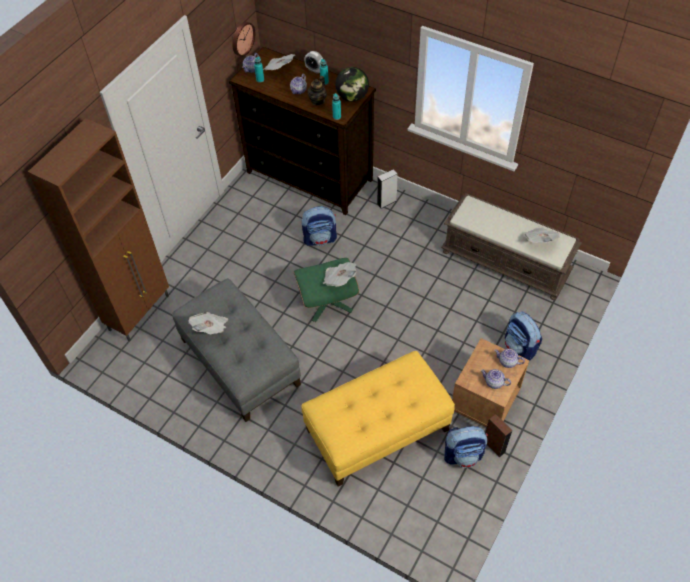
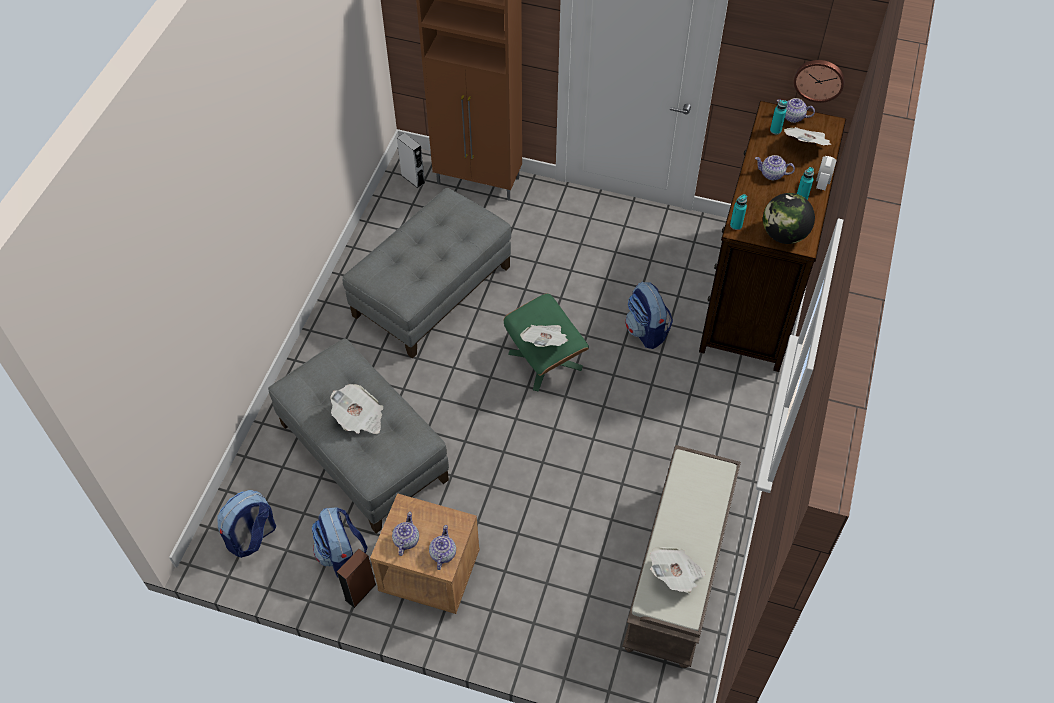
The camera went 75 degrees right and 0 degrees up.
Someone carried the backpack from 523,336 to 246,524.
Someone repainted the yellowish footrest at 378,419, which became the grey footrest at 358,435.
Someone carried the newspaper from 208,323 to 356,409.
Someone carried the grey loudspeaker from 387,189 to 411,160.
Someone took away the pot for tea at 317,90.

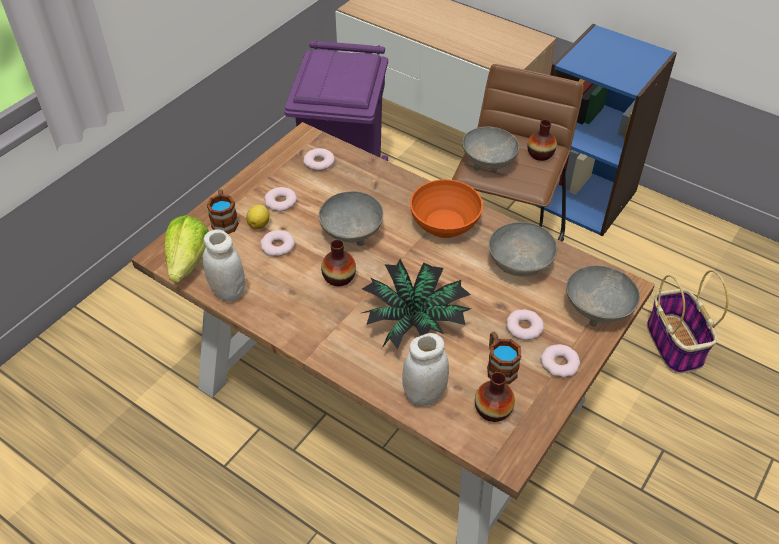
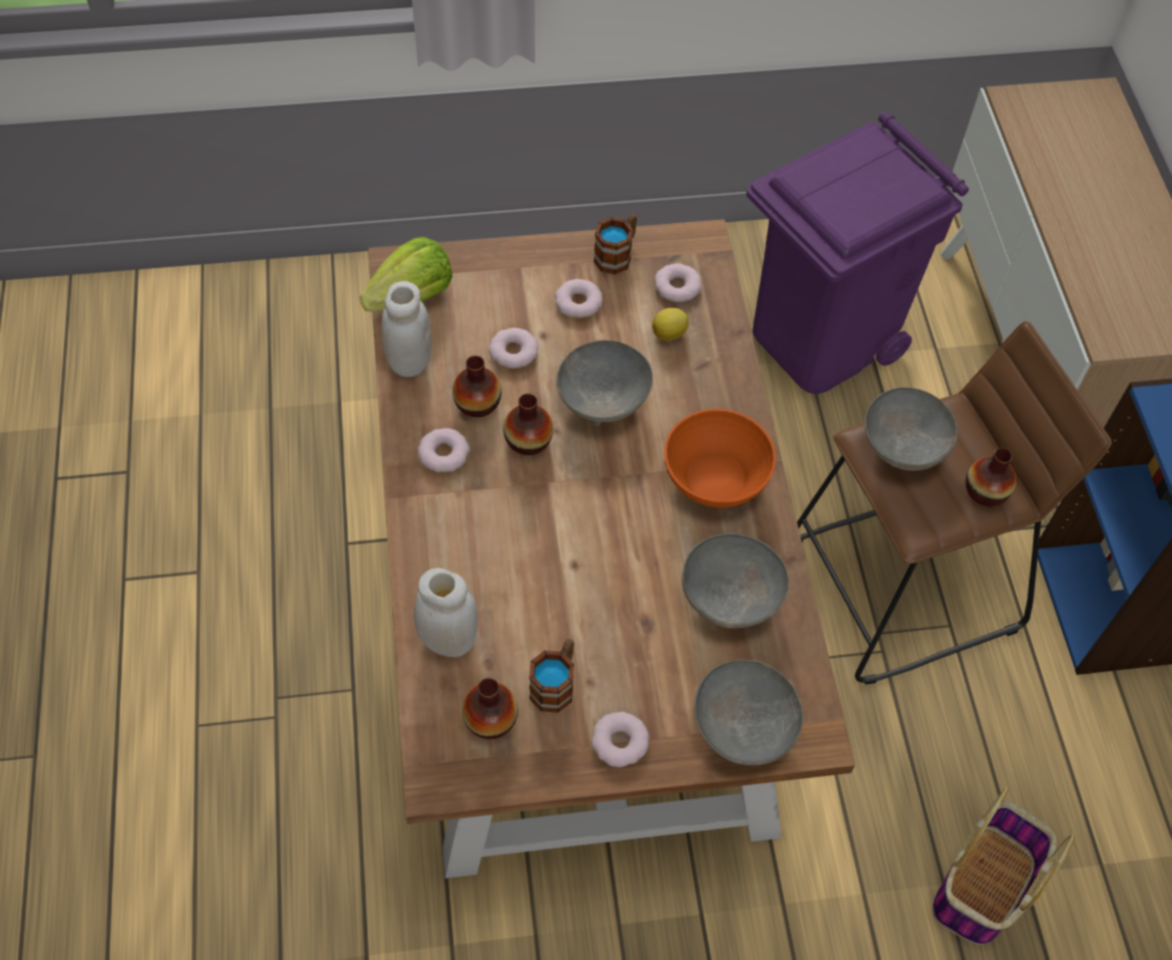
The camera went 45 degrees right and 10 degrees up.
Someone carried the donut from 525,324 to 444,450.
Someone put down the flower vase at 477,386.
Someone carried the tea mug from 223,211 to 615,244.
Someone carried the whole lemon from 257,217 to 670,324.
Someone took away the houseplant at 416,304.

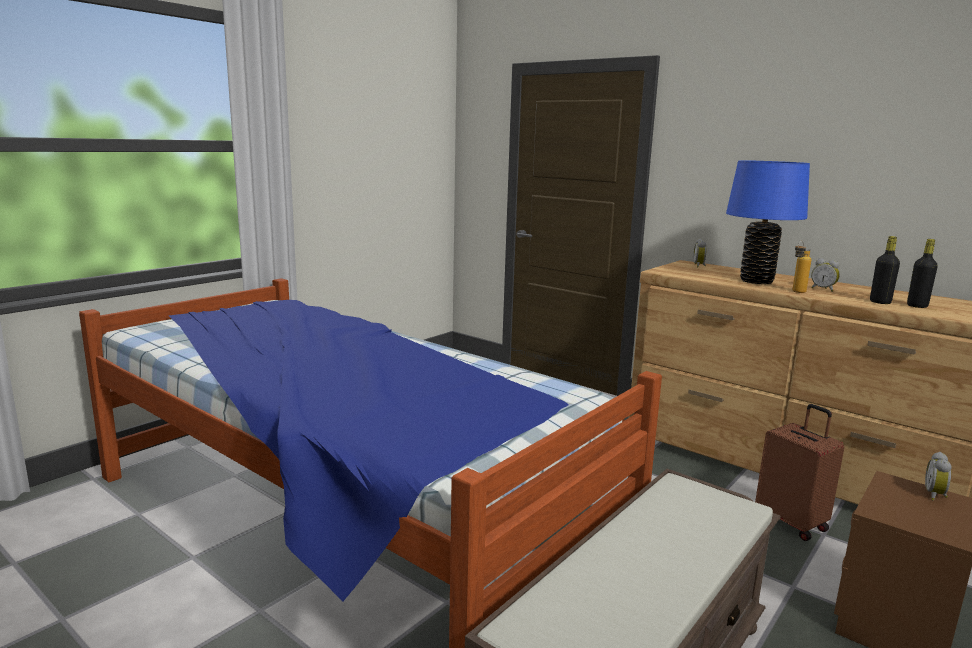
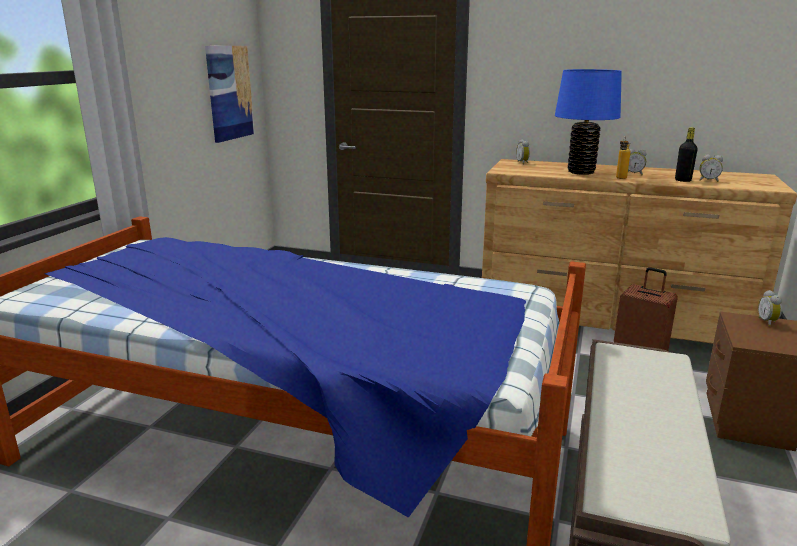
The camera went 20 degrees left and 5 degrees up.
Someone put up the wall picture at 229,94.
Someone swapped the black-coloured bottle at 922,273 for the table clock at 711,168.

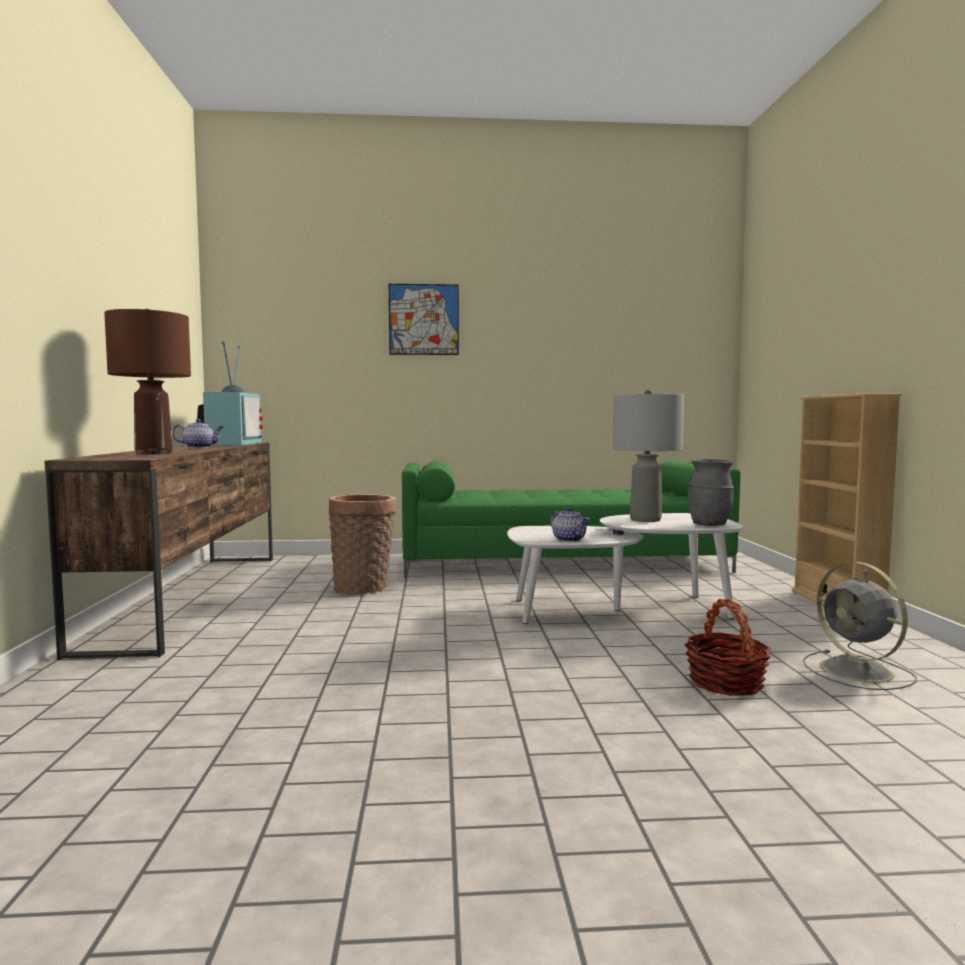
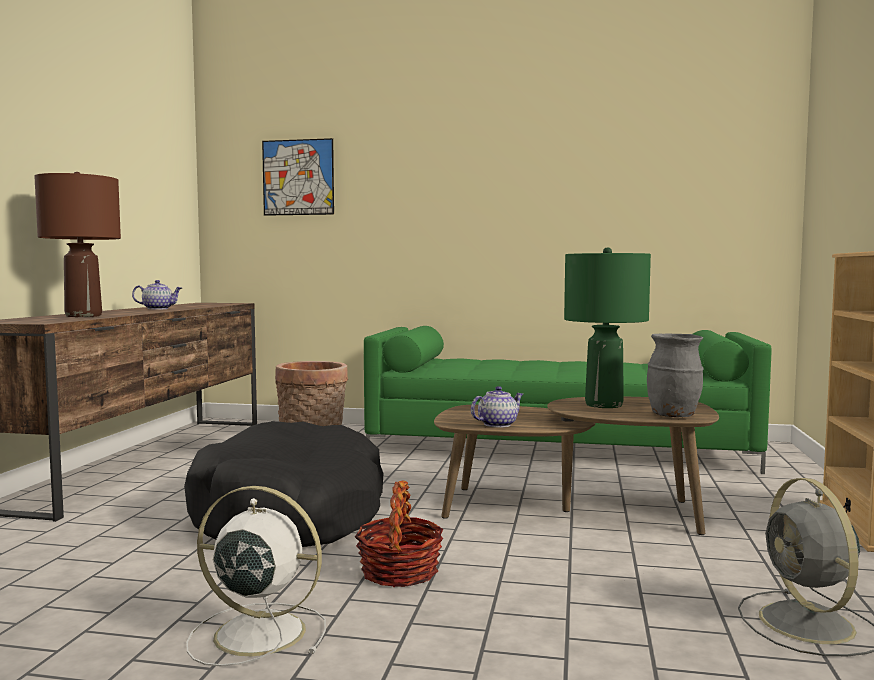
The camera went 15 degrees right and 0 degrees up.
Someone put down the black-coloured dog cushion at 284,484.
Someone put down the white-coloured fan at 256,576.
Someone carried the wall picture from 424,319 to 298,177.
Someone carried the storage basket from 728,647 to 399,533.
Someone repainted the white-coloured lounge table at 625,568, which became the brown-coloured lounge table at 576,466.
Someone rotated the pot for tea at 570,524 by 105 degrees counterclockwise.
Someone repainted the grey table lamp at 648,456, which became the green table lamp at 607,327.
Someone took away the TV set at 230,393.

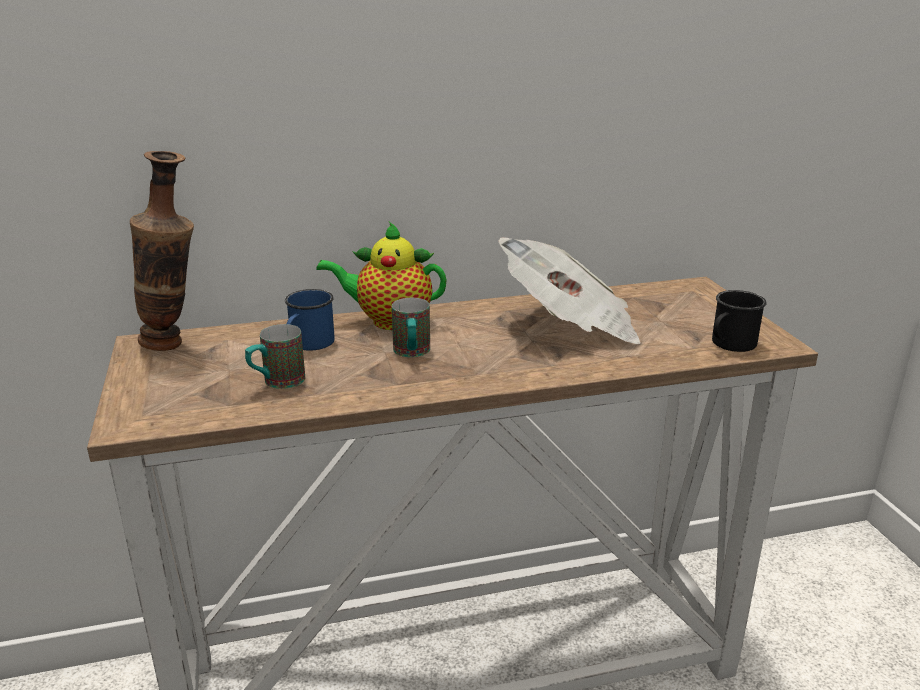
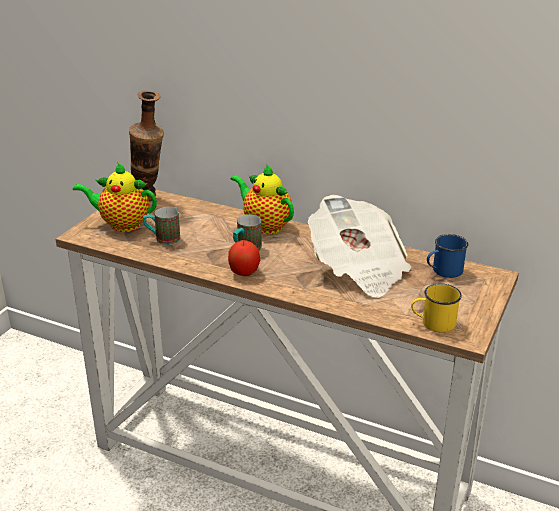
The camera went 40 degrees right and 5 degrees up.
Someone put down the pot for tea at 115,197.
Someone put down the apple fruit at 244,258.
Someone repainted the black-coloured tea mug at 739,321, which became the yellowish tea mug at 436,307.
Someone carried the blue-coloured tea mug from 310,320 to 447,256.

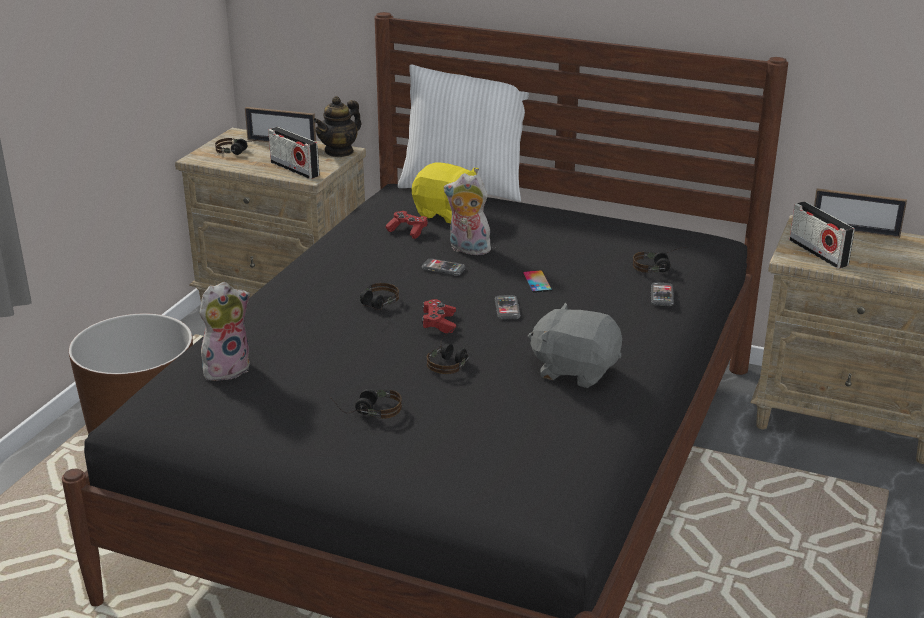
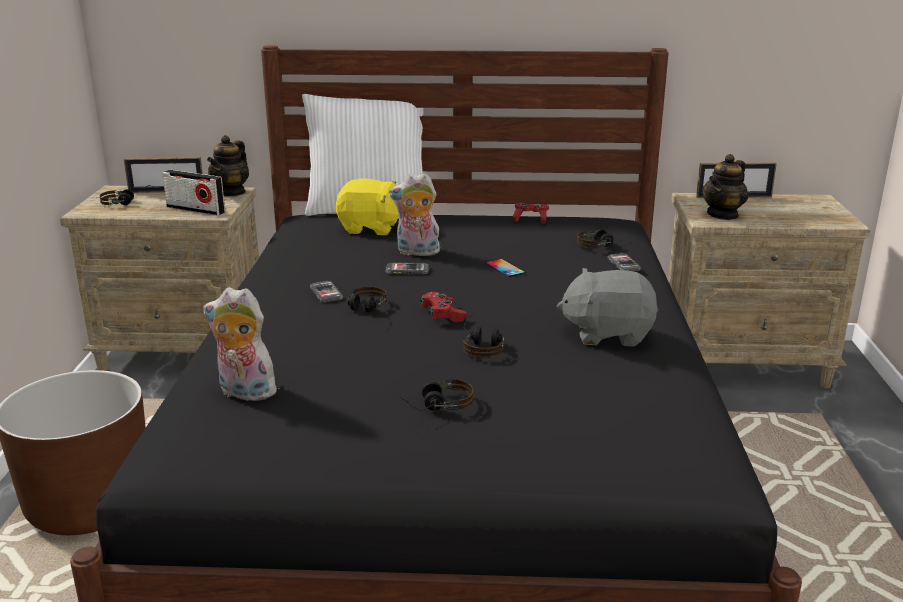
The camera went 20 degrees left and 5 degrees down.
Someone rotated the cuddly toy at 225,332 by 105 degrees counterclockwise.
Someone carried the handset from 508,307 to 326,292.
Someone carried the red-coloured joypad from 406,225 to 530,212.
Someone swapped the radio receiver at 822,235 for the pot for tea at 725,187.

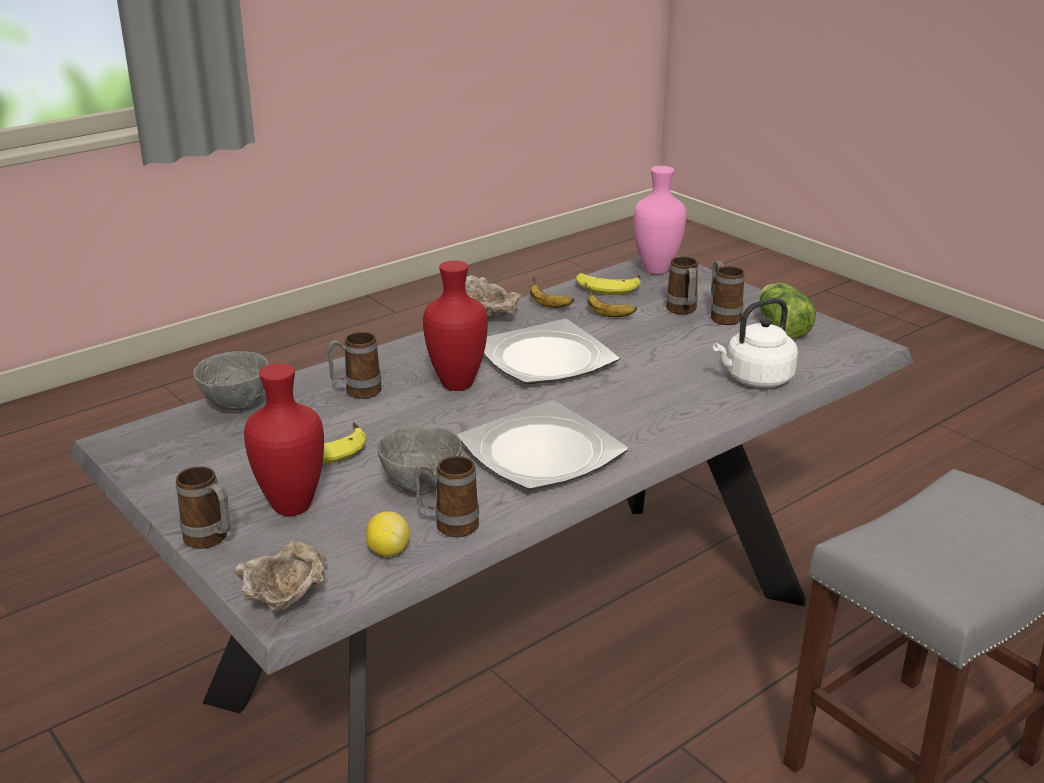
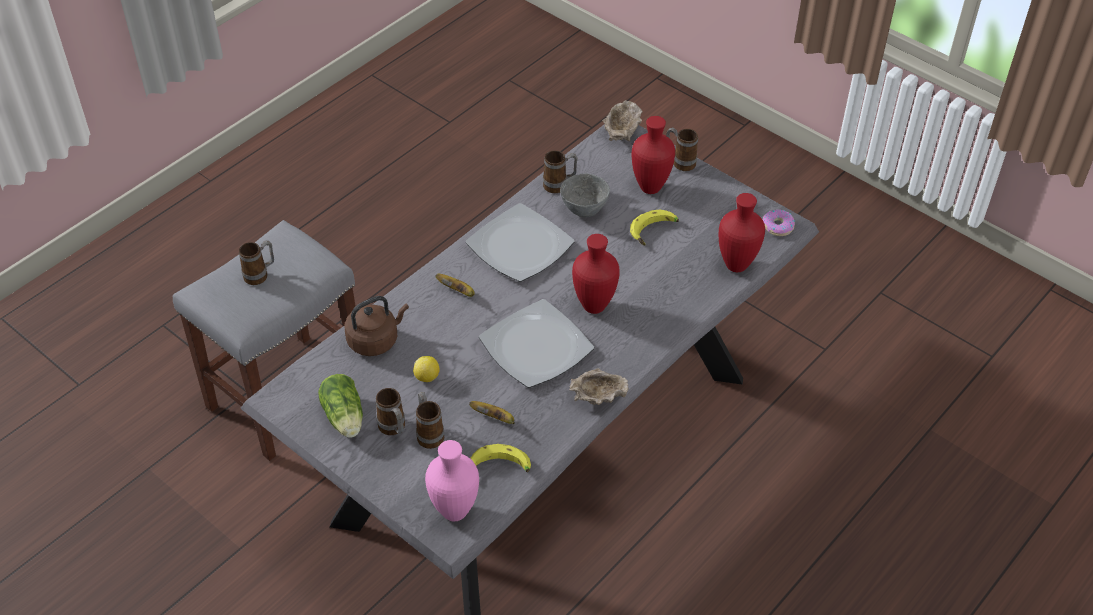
The camera went 170 degrees right and 20 degrees up.
Someone carried the tea mug from 354,365 to 256,262.
Someone repainted the white-coloured water kettle at 755,342, which became the brown-coloured water kettle at 377,326.
Someone carried the whole lemon from 388,534 to 426,369.
Someone carried the banana fruit from 552,292 to 455,285.
Someone swapped the grey serving bowl at 231,381 for the red-coloured flower vase at 742,232.
Someone put down the donut at 779,223.

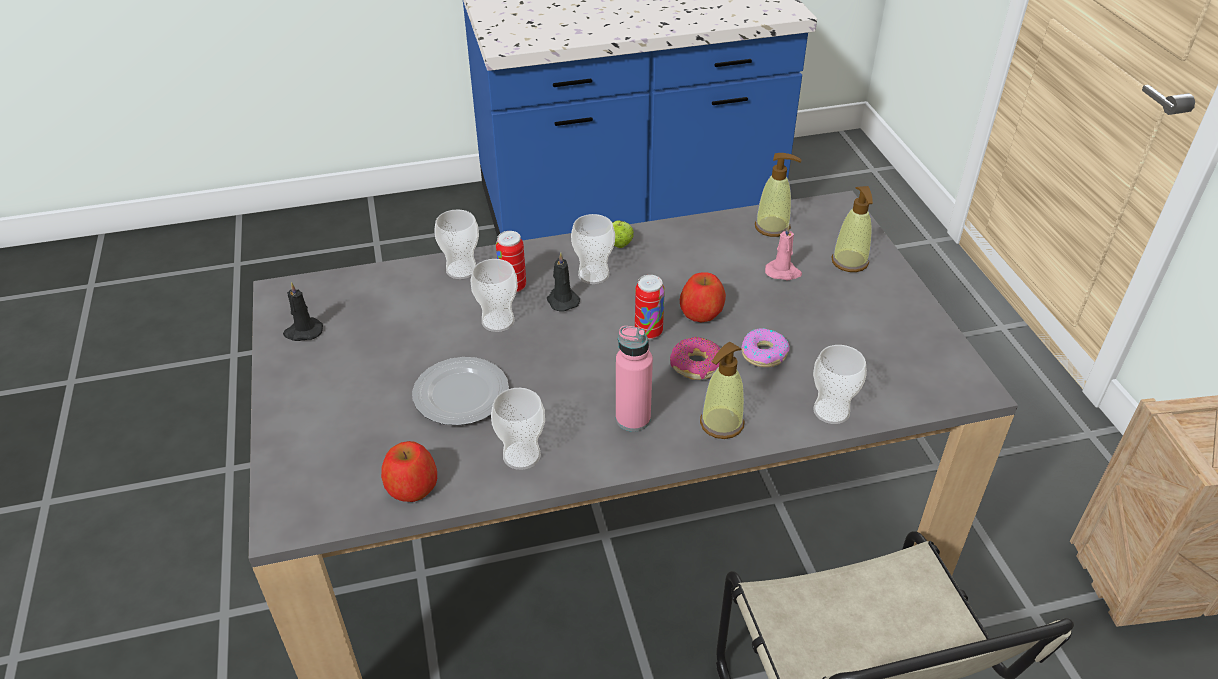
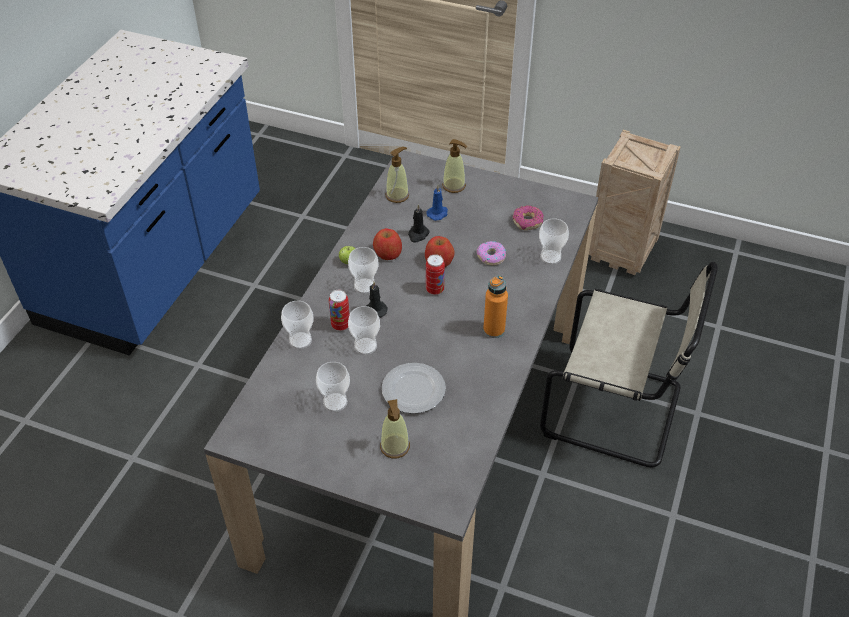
The camera went 55 degrees left and 5 degrees up.
Someone carried the cup from 518,429 to 333,387.
Someone carried the apple fruit from 409,471 to 387,244.
Someone carried the soap dispenser from 722,390 to 395,428.
Someone carried the black-coloured wax light from 303,311 to 419,223.
Someone repainted the pink-coloured wax light at 783,252, which became the blue-coloured wax light at 437,203.
Someone repainted the pink-coloured bottle at 634,379, which became the orangey bottle at 495,307.
Someone carried the donut from 695,358 to 528,217.

